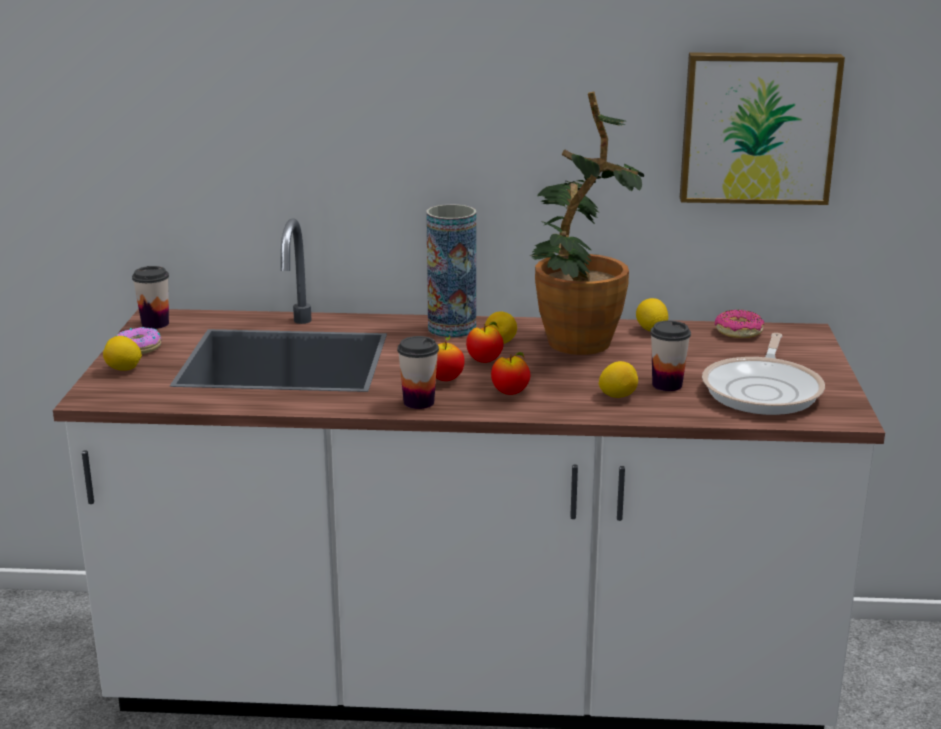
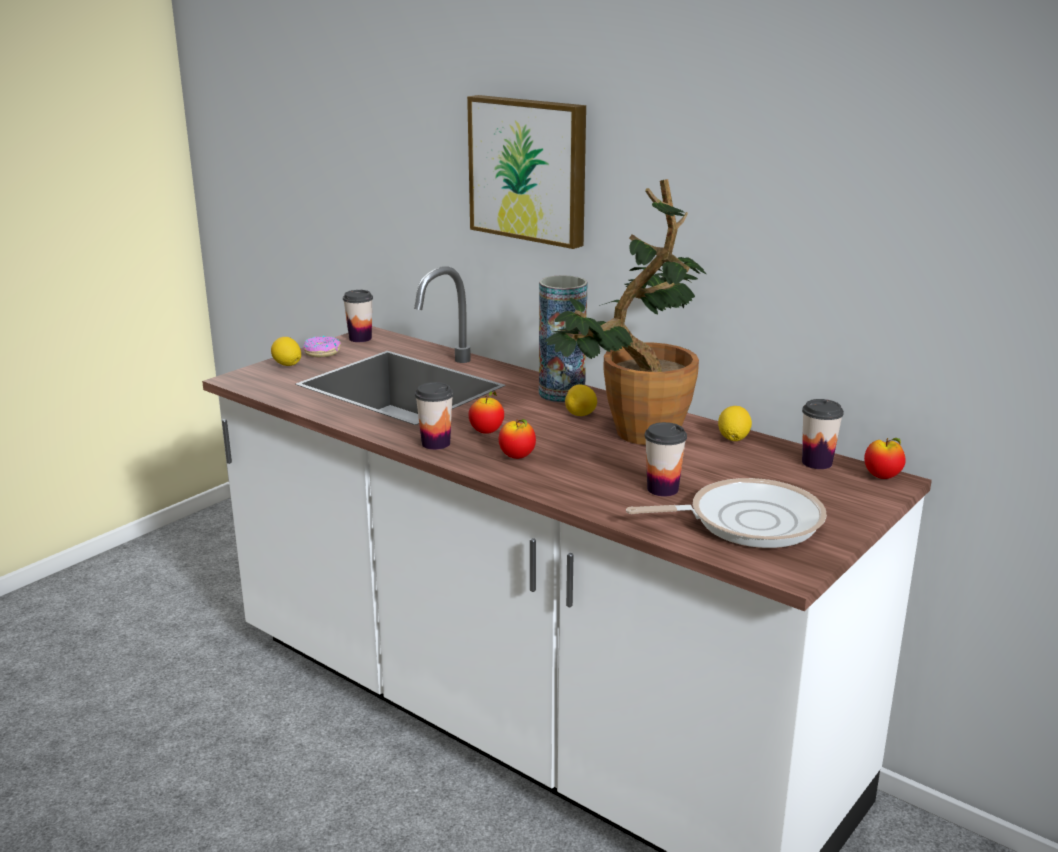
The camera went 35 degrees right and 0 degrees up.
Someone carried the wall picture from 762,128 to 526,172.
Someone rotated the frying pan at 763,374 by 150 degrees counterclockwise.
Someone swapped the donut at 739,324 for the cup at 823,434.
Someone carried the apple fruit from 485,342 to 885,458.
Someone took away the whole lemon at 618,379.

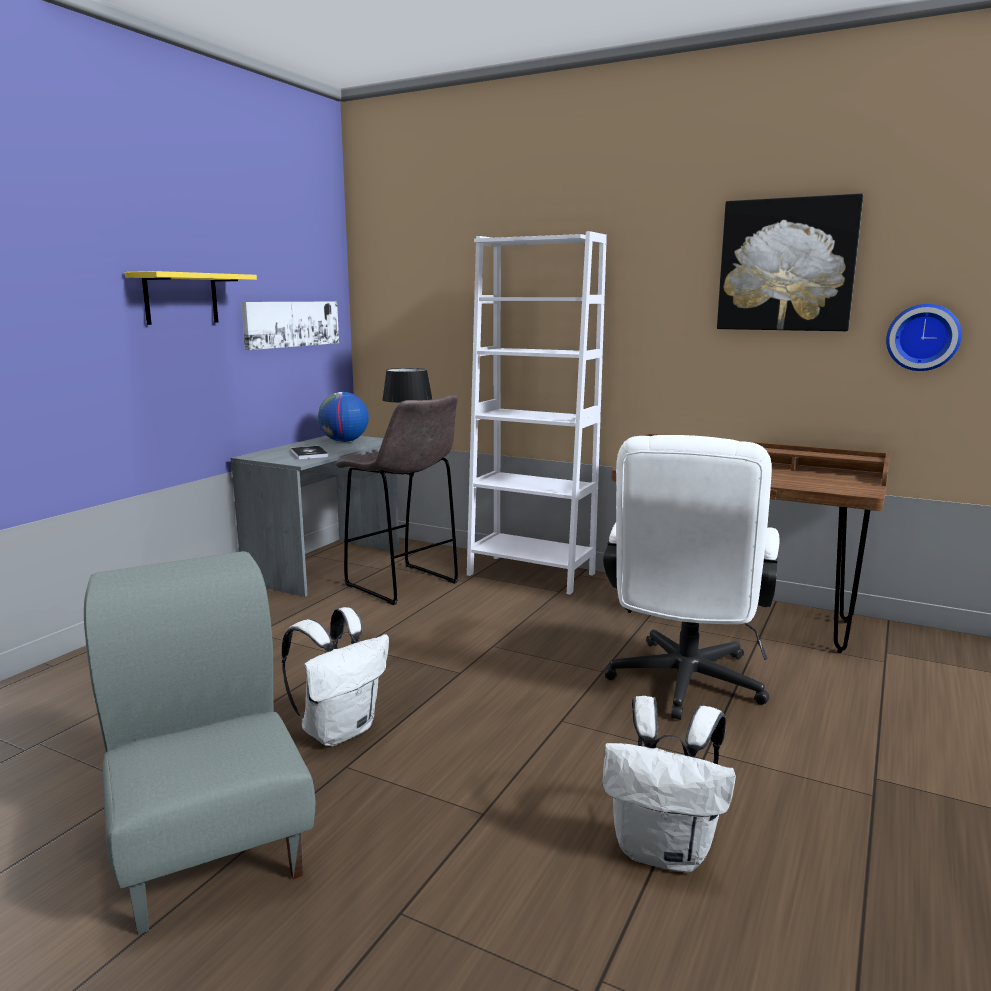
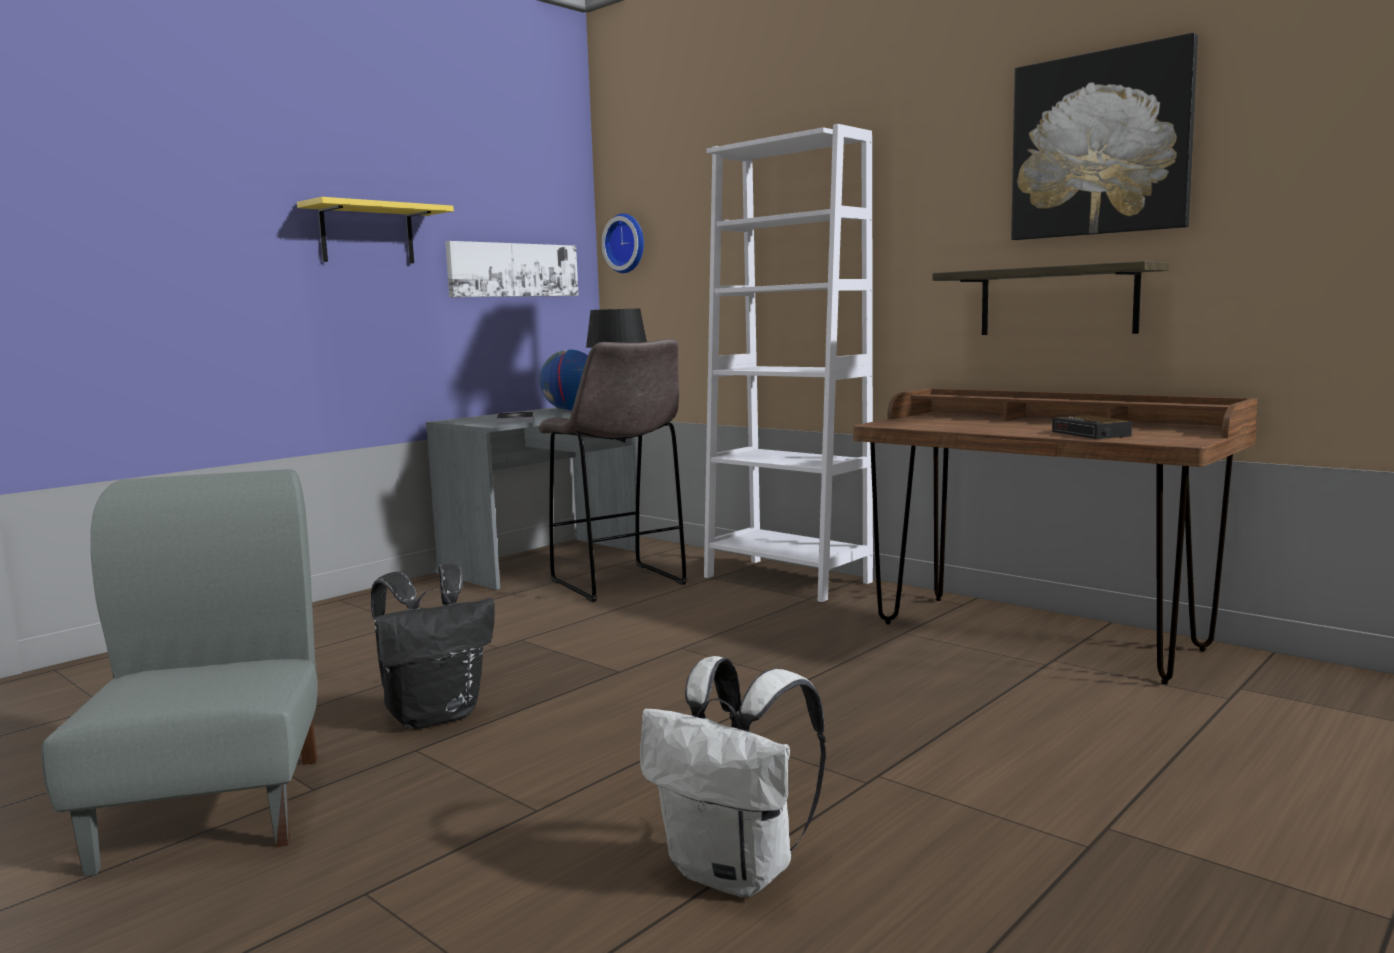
The camera went 15 degrees right and 5 degrees down.
Someone repainted the white-coloured backpack at 335,676, which became the black-coloured backpack at 433,646.
Someone carried the wall clock from 924,337 to 622,243.
Someone put up the shelf at 1051,298.
Someone put down the table clock at 1092,427.
Someone took away the white-coloured desk chair at 691,577.

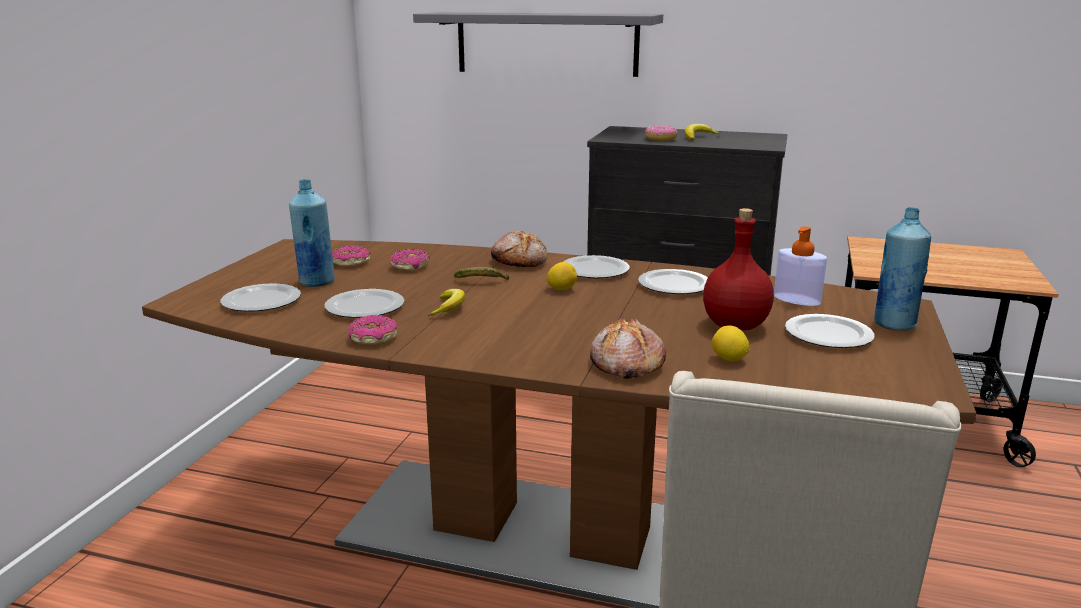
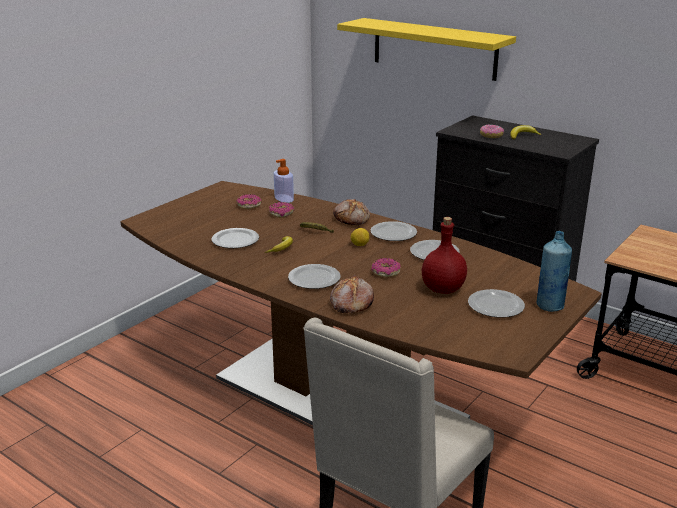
The camera went 20 degrees right and 5 degrees up.
Someone carried the soap dispenser from 800,266 to 284,181.
Someone carried the dinner plate from 260,297 to 314,276.
Someone repainted the grey shelf at 538,44, which became the yellowish shelf at 426,49.
Someone carried the donut from 372,330 to 385,267.
Someone took away the blue-coloured bottle at 312,233.
Someone took away the whole lemon at 731,343.

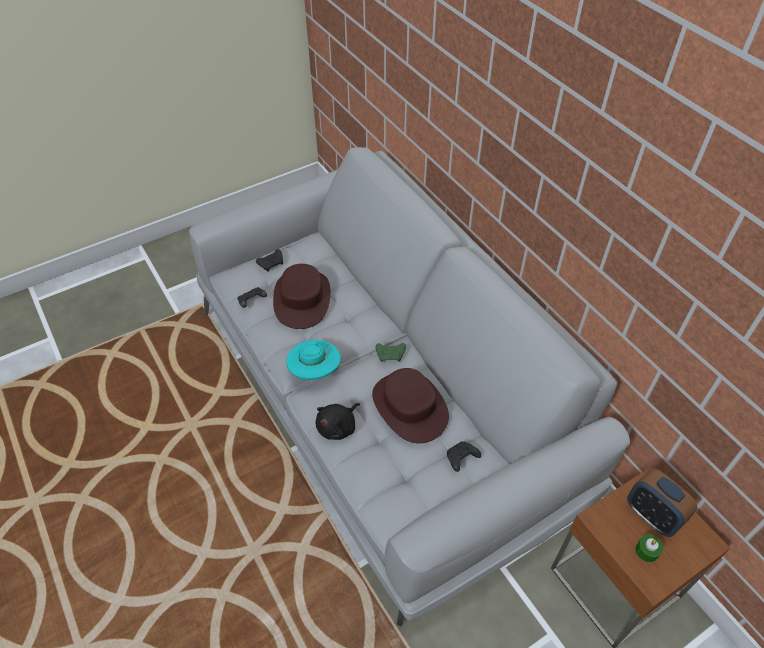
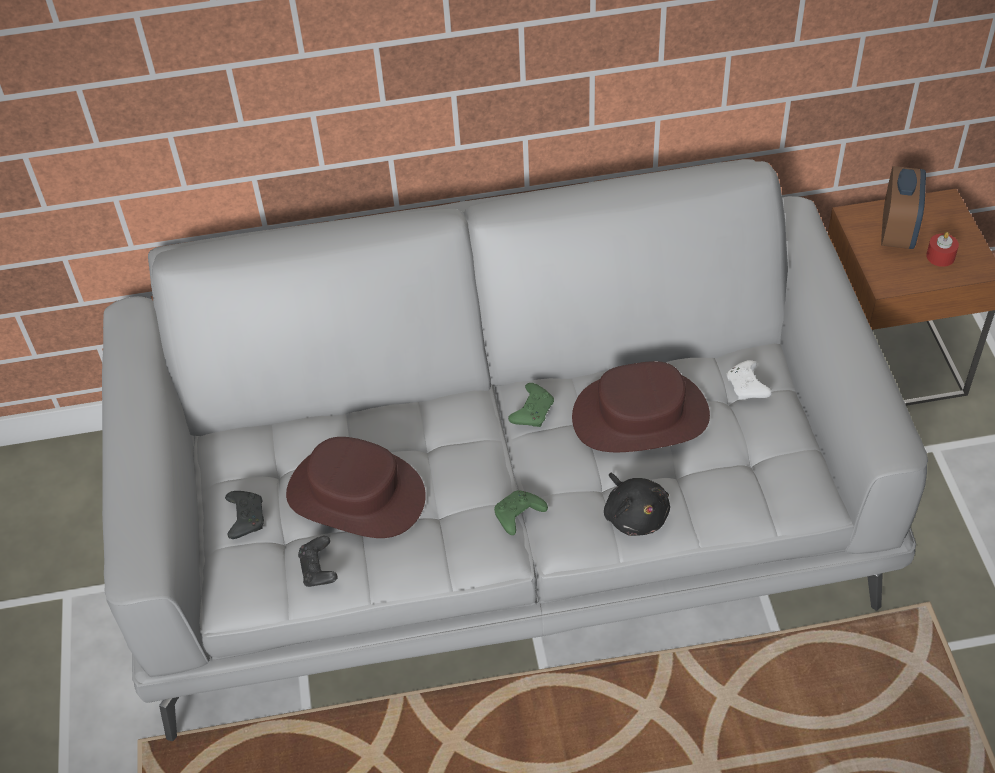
The camera went 65 degrees left and 0 degrees up.
Someone swapped the turquoise-coloured clothing hat at 313,360 for the green joypad at 521,512.
Someone repainted the black-coloured joypad at 464,456, which became the white-coloured joypad at 749,380.
Someone rotated the table clock at 662,503 by 60 degrees counterclockwise.
Someone repainted the green wax light at 649,548, which became the red-coloured wax light at 942,249.

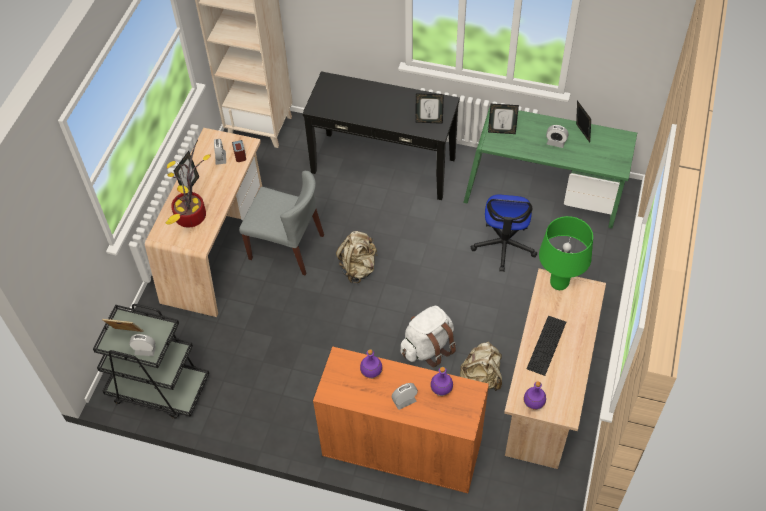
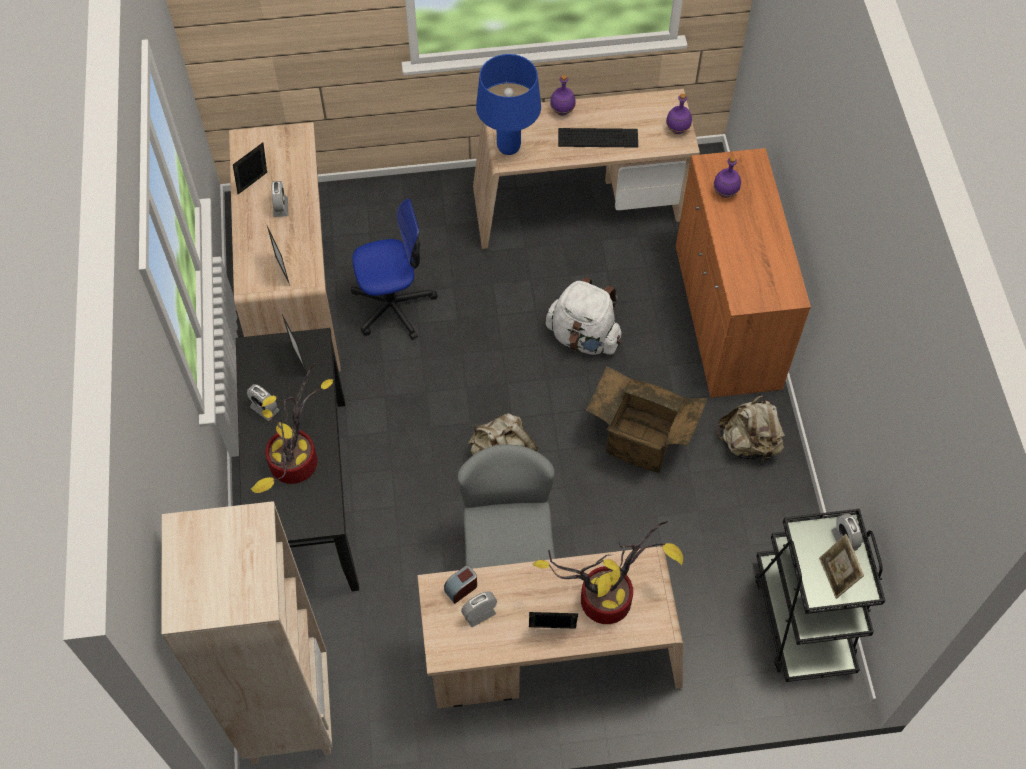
The camera went 115 degrees left and 5 degrees up.
Someone repainted the green desk at 550,167, which became the beige desk at 285,247.
Someone carried the table clock from 405,396 to 263,402.
Someone put down the houseplant at 292,428.
Someone repainted the green table lamp at 566,253, which became the blue-coloured table lamp at 508,104.
Someone carried the purplish bottle from 371,364 to 563,95.
Someone put down the cardboard box at 646,419.
Someone carried the beige backpack from 481,366 to 751,429.

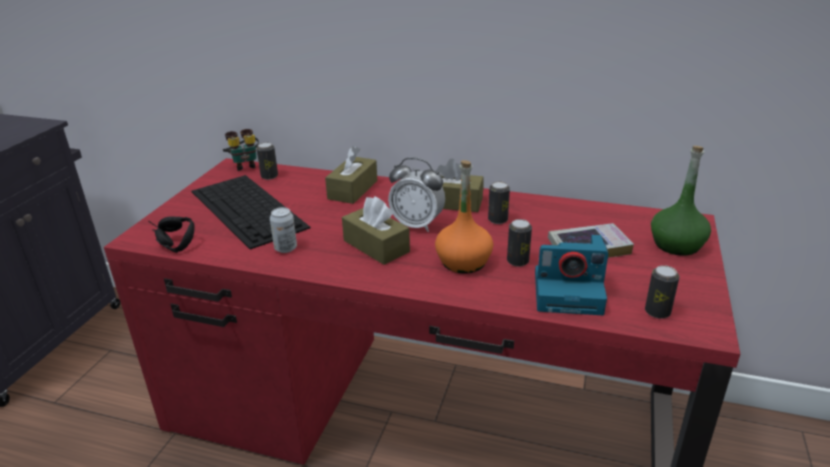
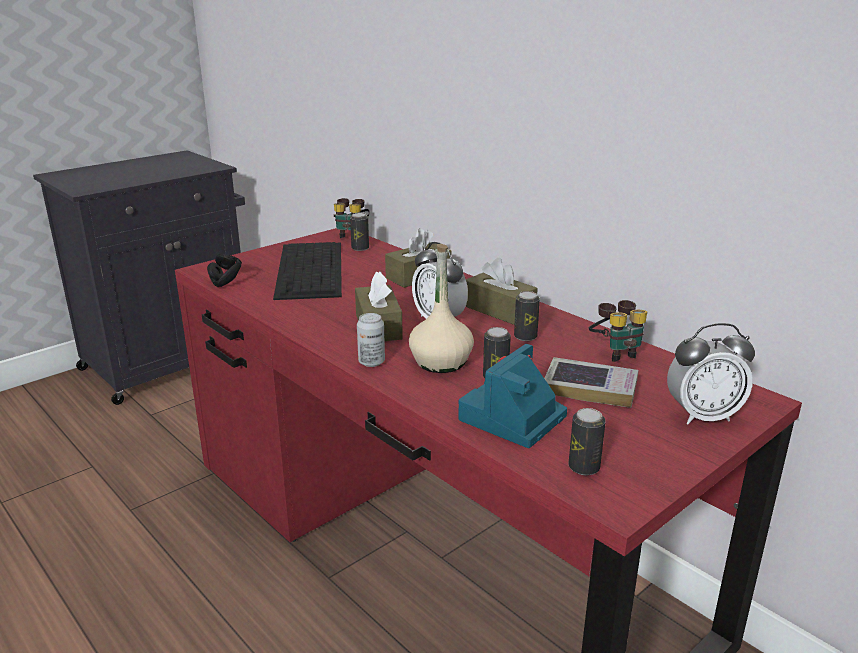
The camera went 30 degrees right and 5 degrees down.
Someone carried the sealed can from 283,230 to 371,340.
Someone repainted the orangey bottle at 464,217, which became the beige bottle at 441,308.
Someone rotated the still camera at 571,275 by 90 degrees clockwise.
Someone put down the field glasses at 617,331.
Someone swapped the green bottle at 681,201 for the table clock at 711,373.

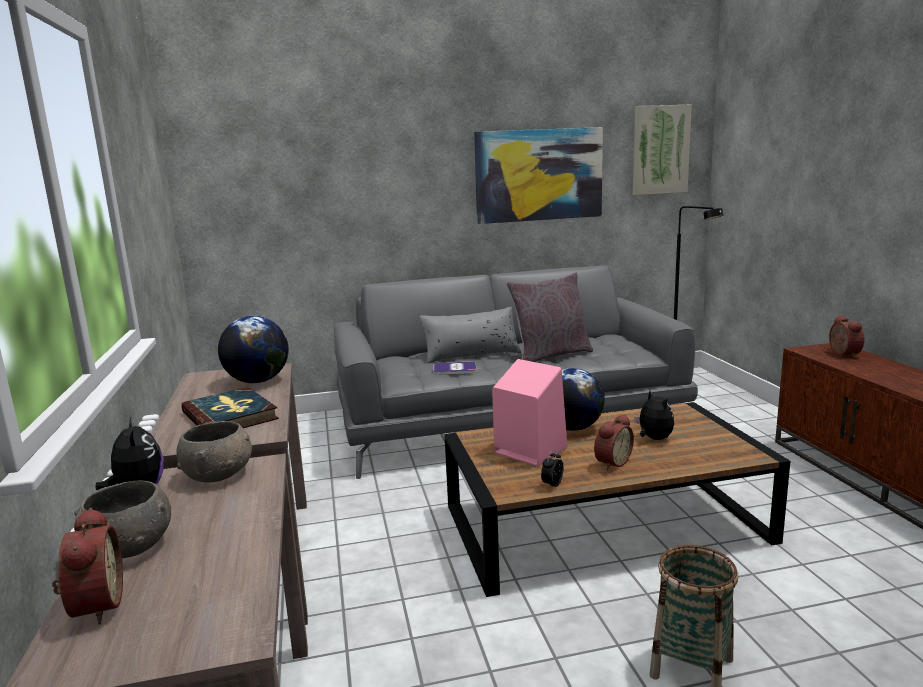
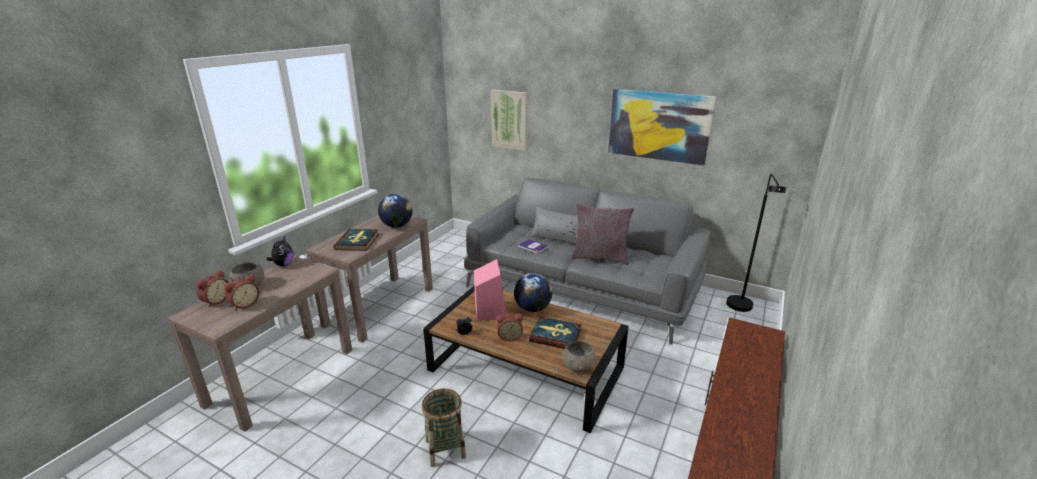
The camera went 40 degrees right and 10 degrees up.
Someone carried the table clock from 846,336 to 242,292.
Someone carried the wall picture from 662,149 to 509,120.
Someone swapped the cuddly toy at 654,415 for the bound book at 555,333.
Someone carried the grey serving bowl from 214,452 to 579,356.

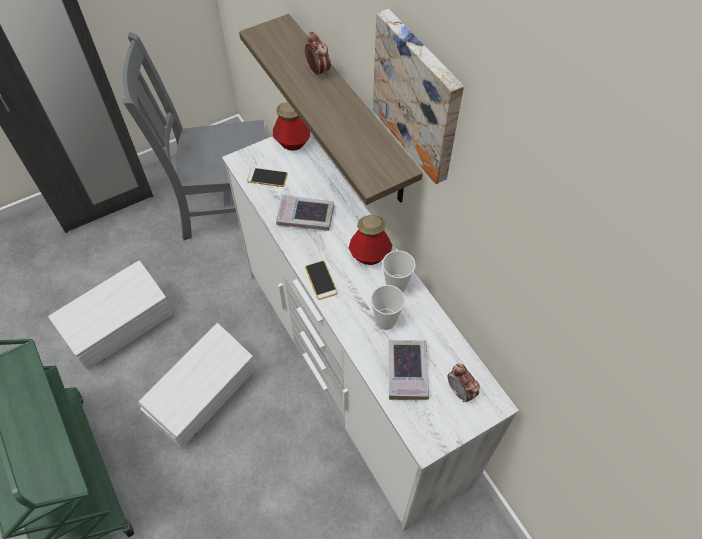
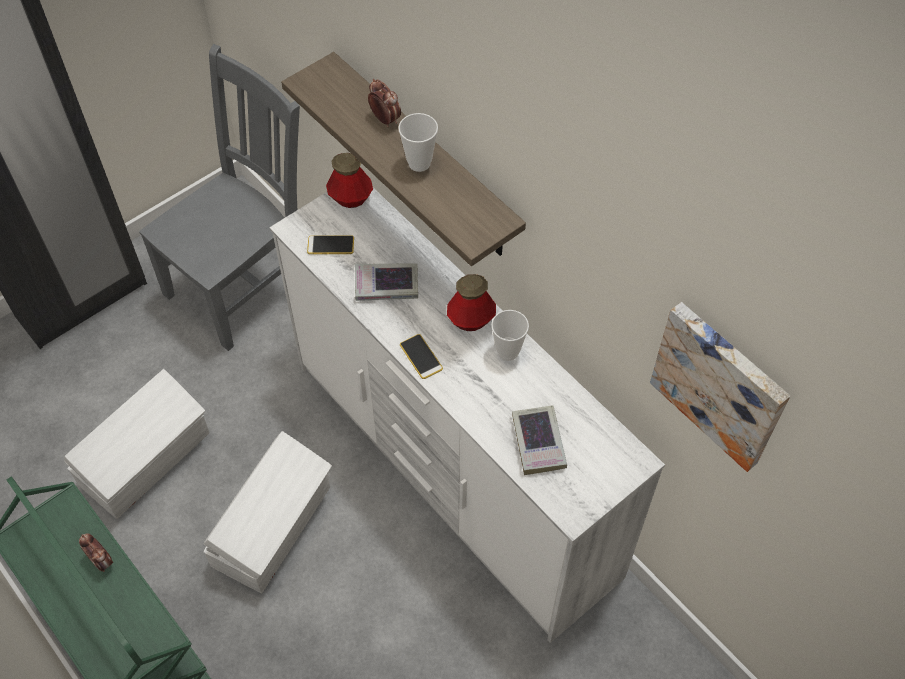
The camera went 10 degrees left and 0 degrees up.
Someone carried the table clock from 464,383 to 96,553.
Someone rotated the grey upright chair at 194,136 by 150 degrees clockwise.
Someone carried the cup from 388,307 to 418,142.
Someone carried the wall picture from 418,96 to 720,387.

